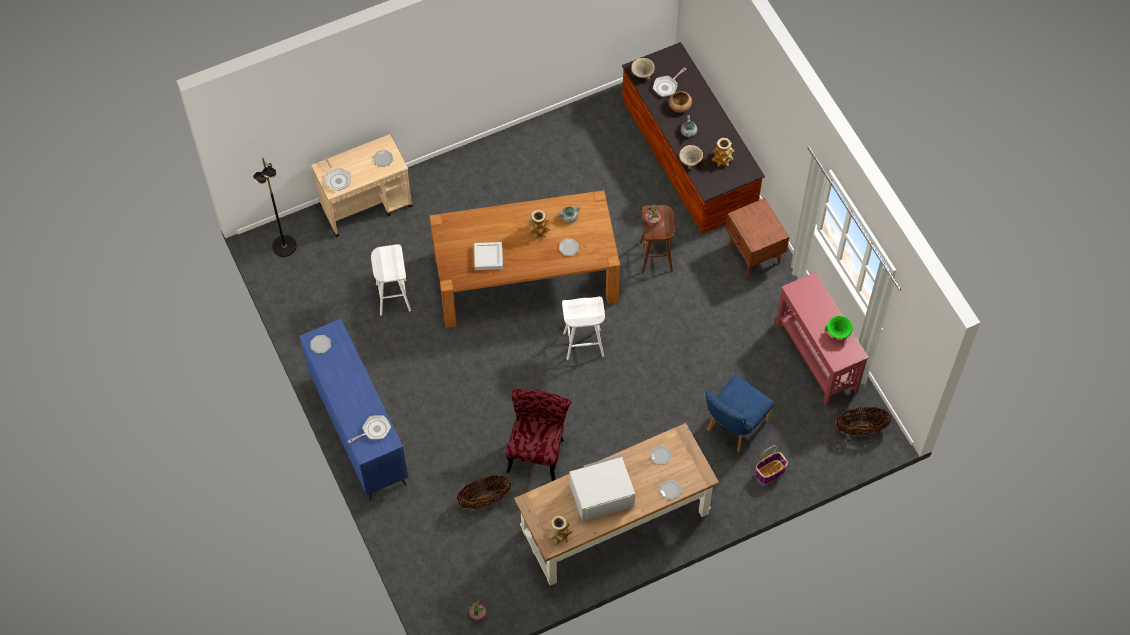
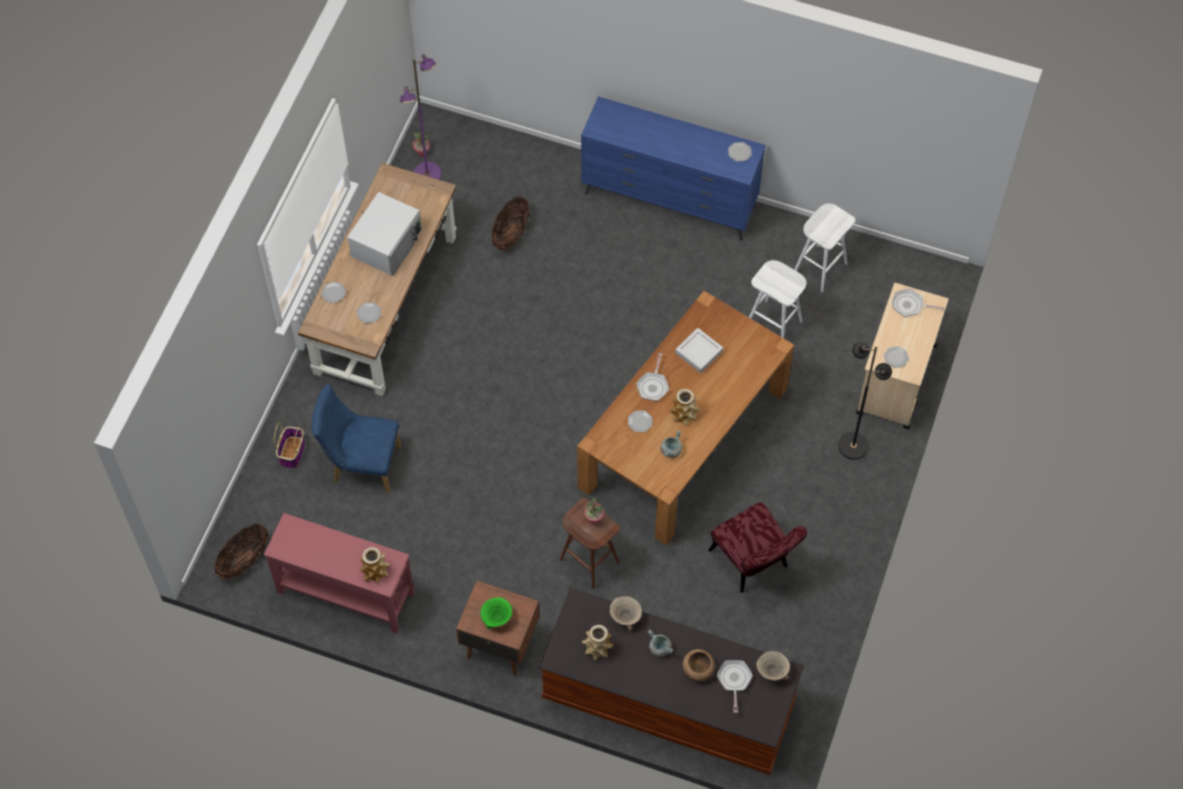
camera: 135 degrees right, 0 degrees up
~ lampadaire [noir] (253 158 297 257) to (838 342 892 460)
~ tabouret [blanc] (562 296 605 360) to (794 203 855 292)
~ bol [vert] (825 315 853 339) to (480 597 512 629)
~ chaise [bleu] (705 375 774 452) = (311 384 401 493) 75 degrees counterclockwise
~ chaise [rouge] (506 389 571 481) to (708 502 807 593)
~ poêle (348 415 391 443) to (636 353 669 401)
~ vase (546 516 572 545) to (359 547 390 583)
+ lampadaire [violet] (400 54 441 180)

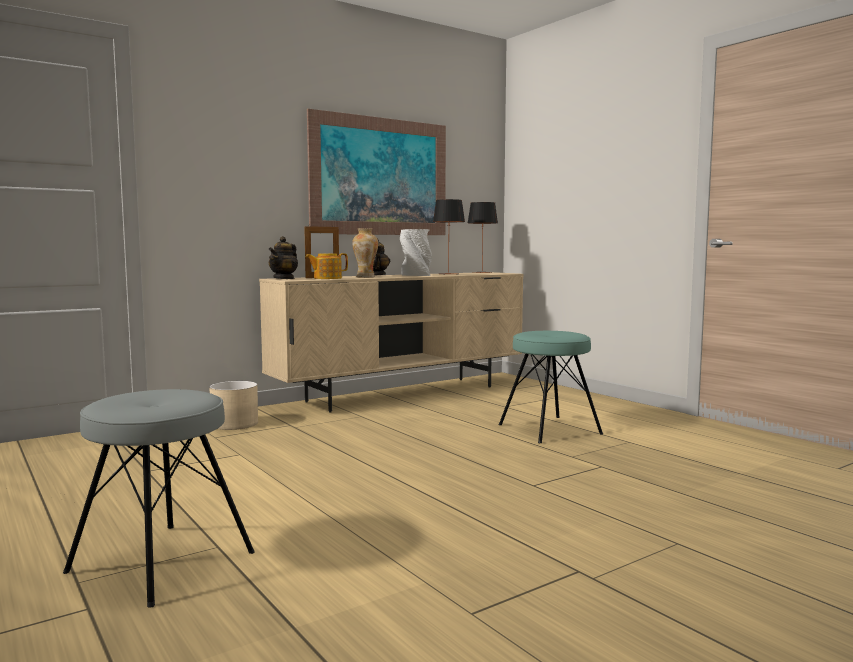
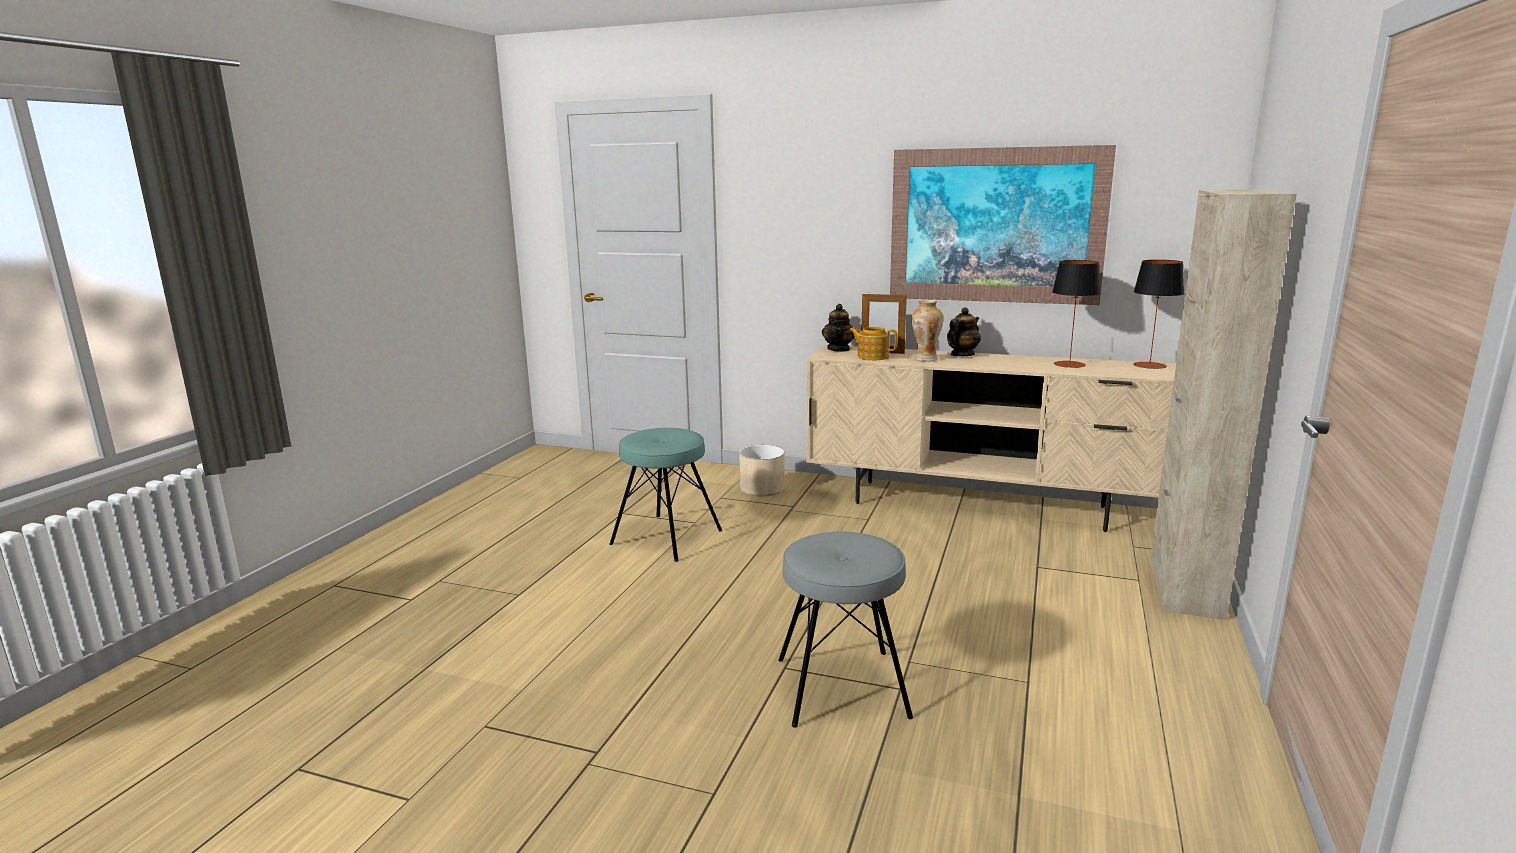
camera: 55 degrees right, 10 degrees up
- vase [gris] (400 229 432 276)
~ théière (269 236 298 279) = (822 304 854 352) 60 degrees counterclockwise
~ tabouret [turquoise] (499 331 603 443) to (609 428 722 562)
~ tabouret [gris] (63 389 255 608) to (778 531 913 728)
+ meuble de rangement [beige] (1151 189 1297 620)

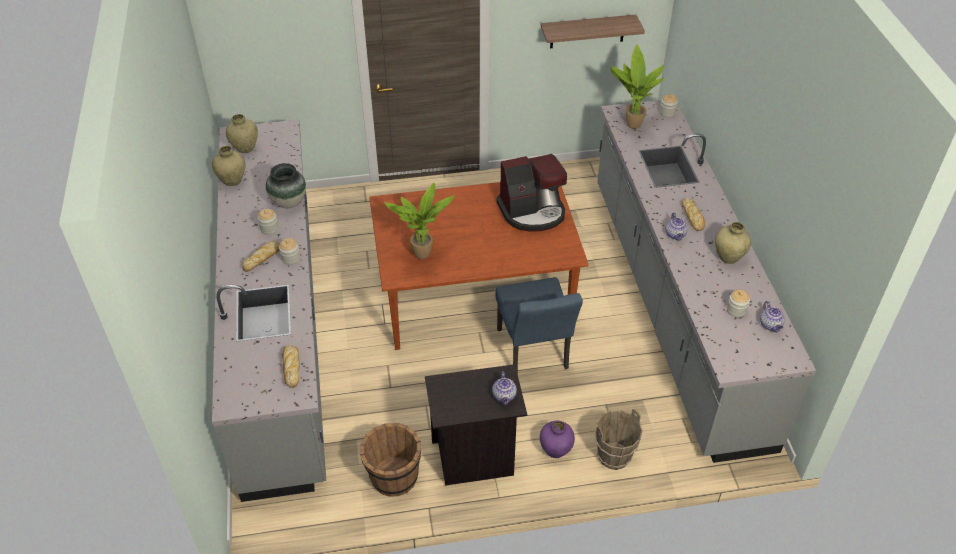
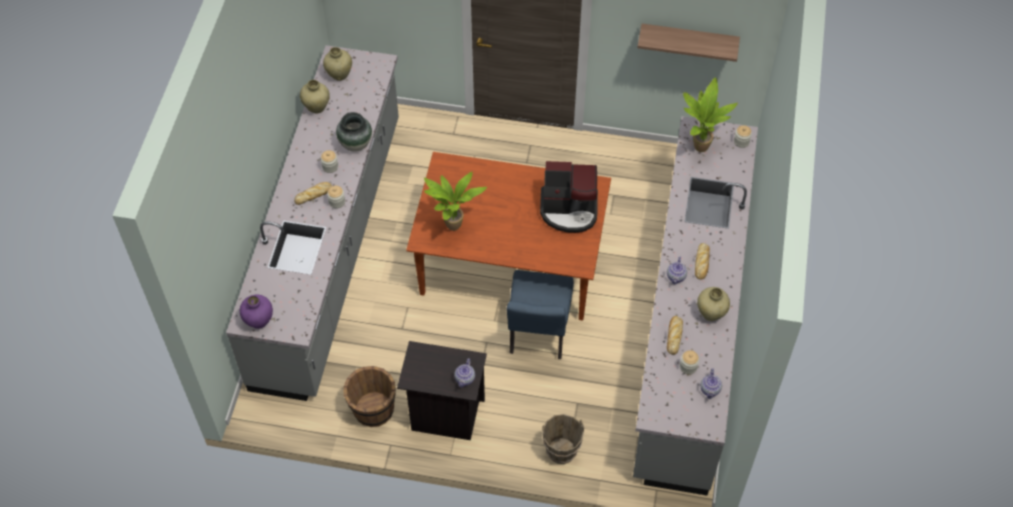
camera: 20 degrees right, 10 degrees up
~ pain (282 345 300 388) to (667 316 683 355)
~ vase [violet] (540 421 575 458) to (240 294 273 329)

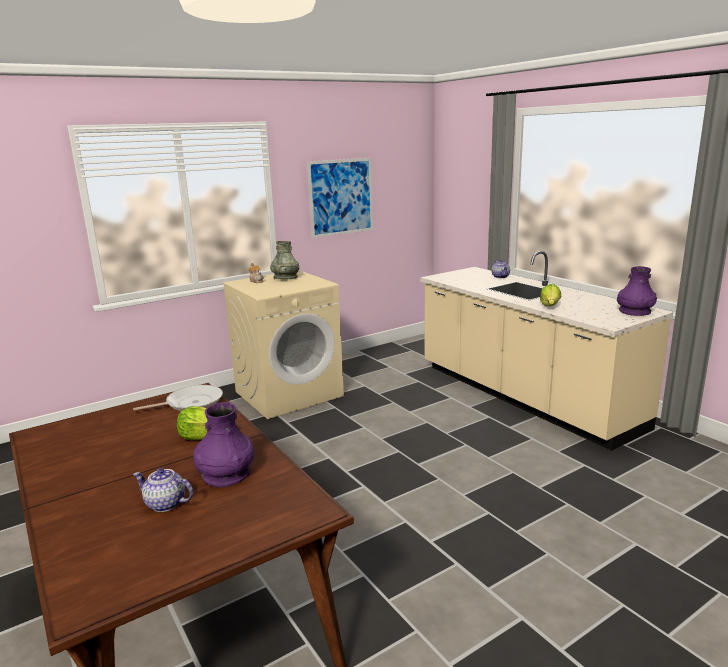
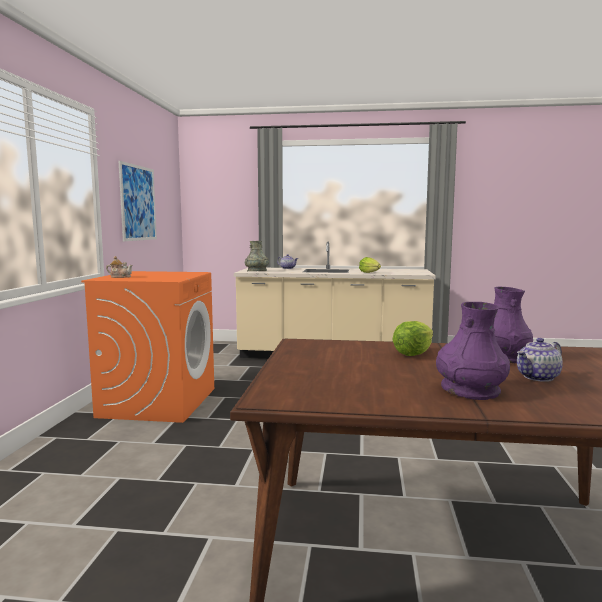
camera: 50 degrees left, 10 degrees down
~ vase [gris] (270 241 299 280) to (245 241 269 271)
~ vase [violet] (617 266 657 316) to (436 302 510 400)
~ lave-linge [beige] (222 270 344 419) to lave-linge [orange] (81 271 214 423)
- poêle (133 385 223 411)

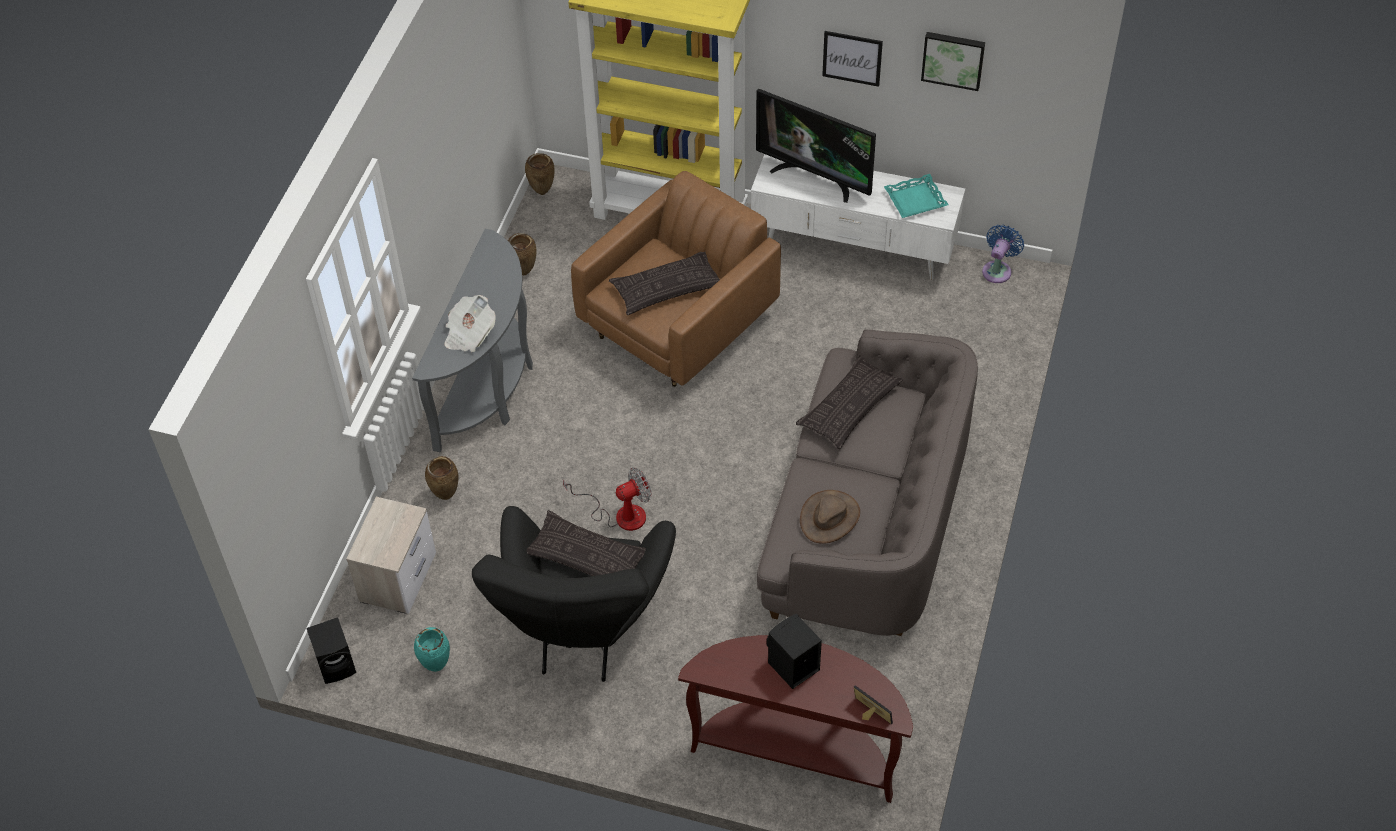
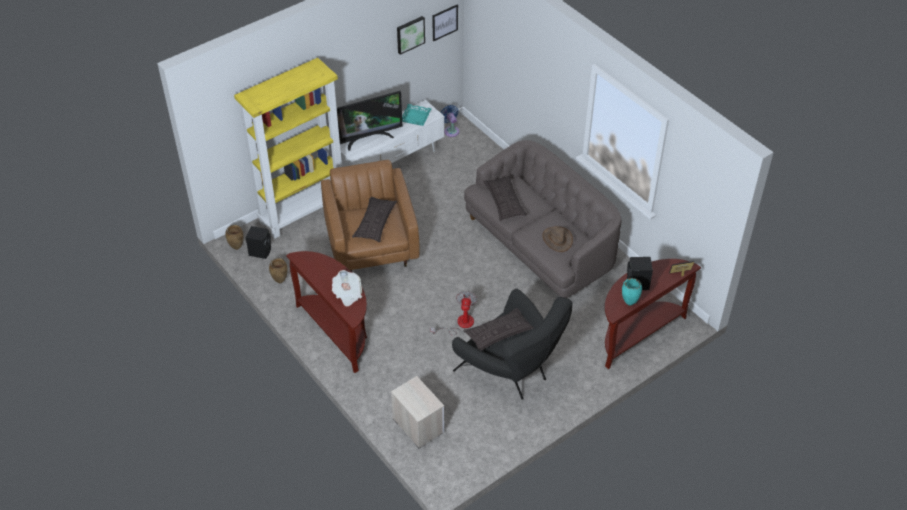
camera: 55 degrees left, 5 degrees down
~ tableau (822 31 883 87) to (432 4 458 42)
~ table console [gris] (412 229 533 452) to table console [marron] (286 251 367 373)
- vase [marron] (425 456 458 500)
~ enceinte [noir] (306 617 356 684) to (245 226 271 259)
~ vase [turquoise] (414 627 450 672) to (622 278 642 305)

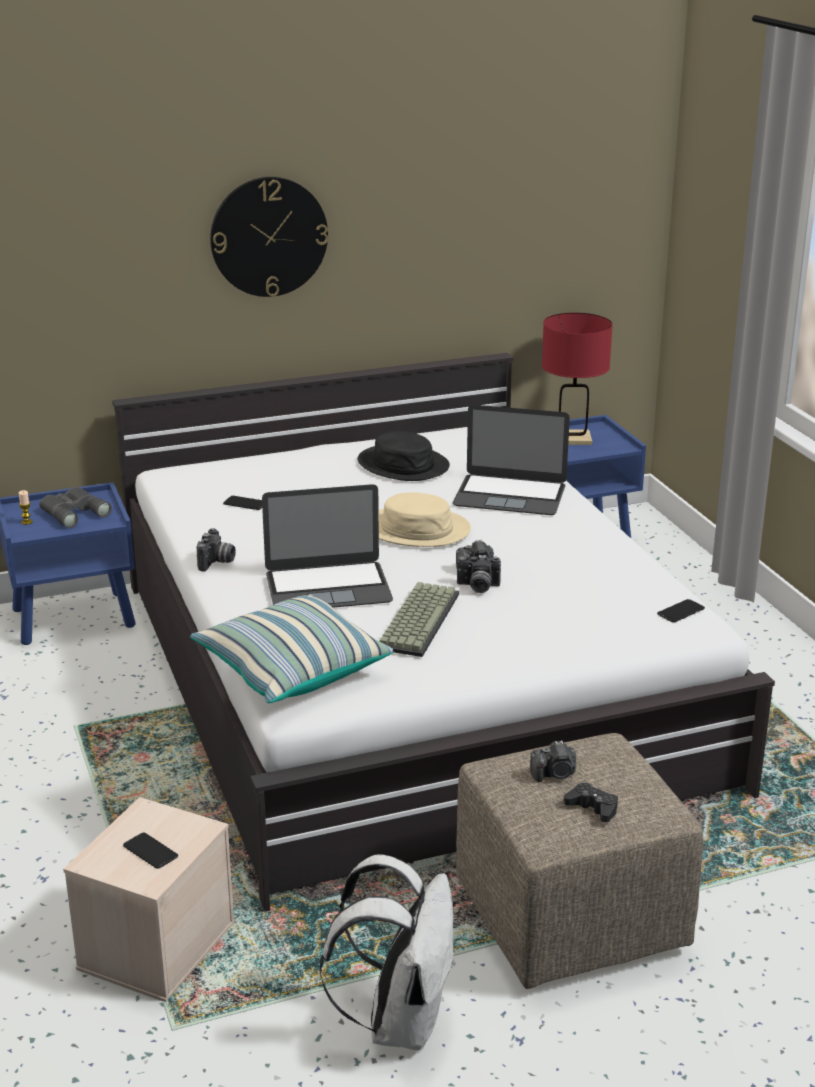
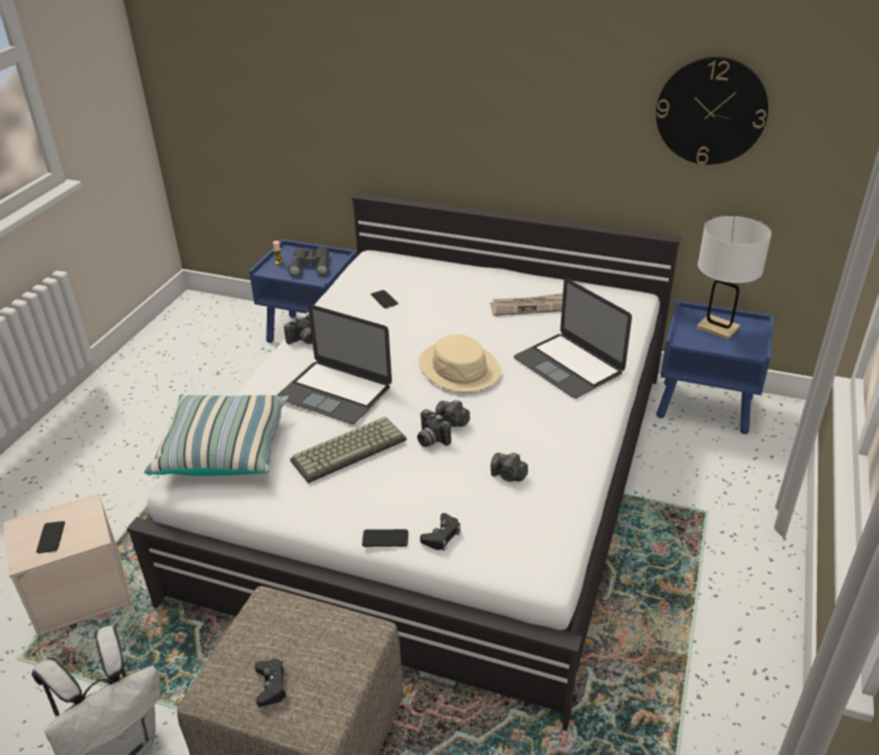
camera: 40 degrees right, 10 degrees up
~ horloge murale (210 177 328 297) to (656 57 768 165)
~ lampe de table [rouge] (542 313 613 445) to lampe de table [blanc] (696 215 772 340)
~ chapeau [noir] (358 431 450 481) to journal (490 293 563 316)
~ téléphone (657 599 705 622) to (362 529 408 547)
~ appareil photo (530 740 576 782) to (491 453 528 482)
+ manette [noir] (420 513 461 551)

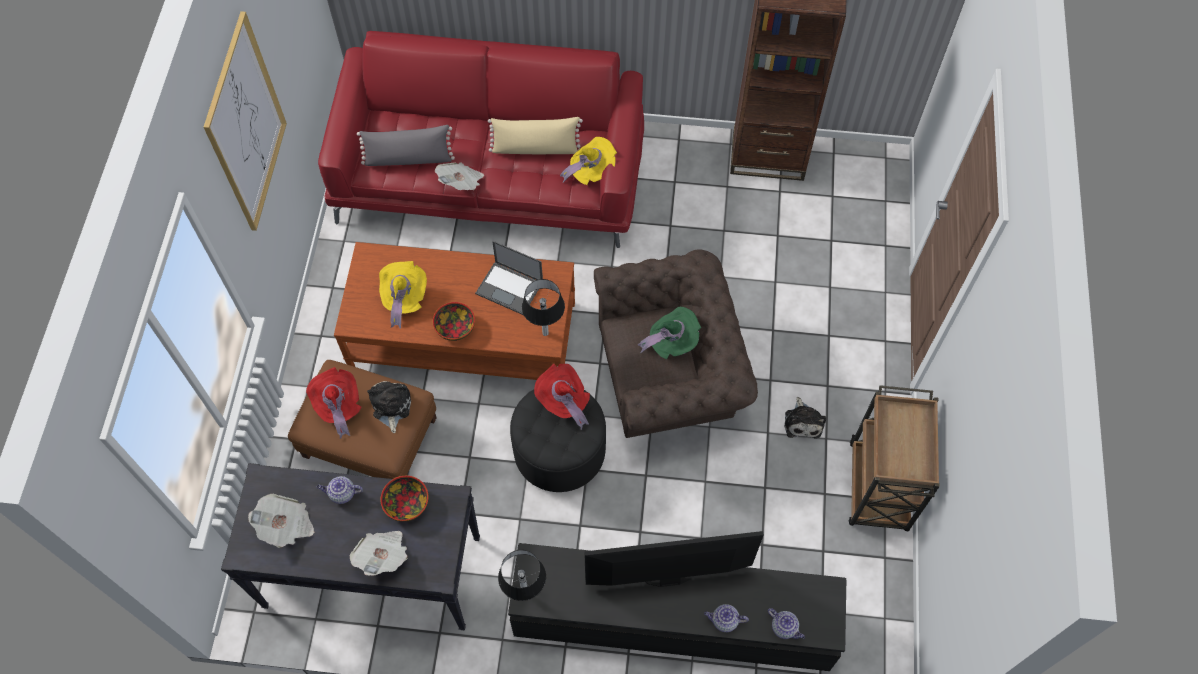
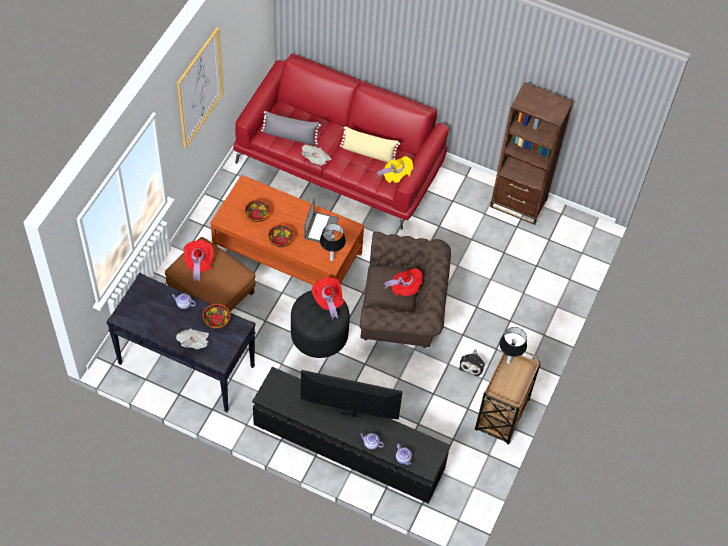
camera: 15 degrees right, 5 degrees down
~ ordinateur portable (475 241 543 315) = (304 198 339 243) 120 degrees counterclockwise
~ chapeau [jaune] (379 261 427 329) to bol (245 200 270 222)
~ chapeau [vert] (638 307 701 359) to chapeau [rouge] (384 268 423 296)
- peluche (367 381 411 433)
- journal (248 494 314 548)
~ lampe de table (498 550 546 601) to (499 327 527 364)

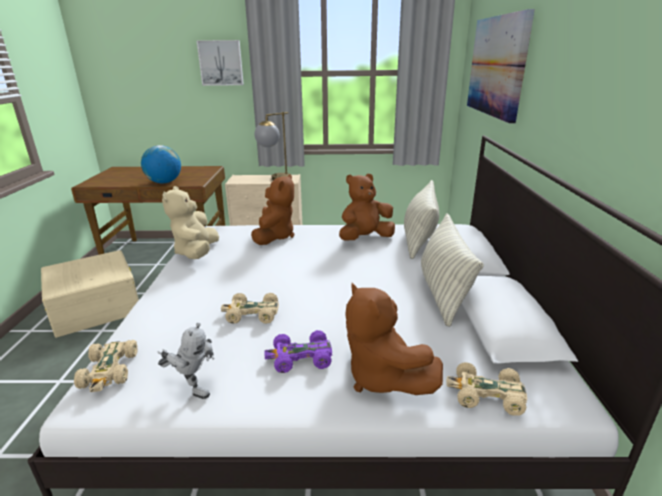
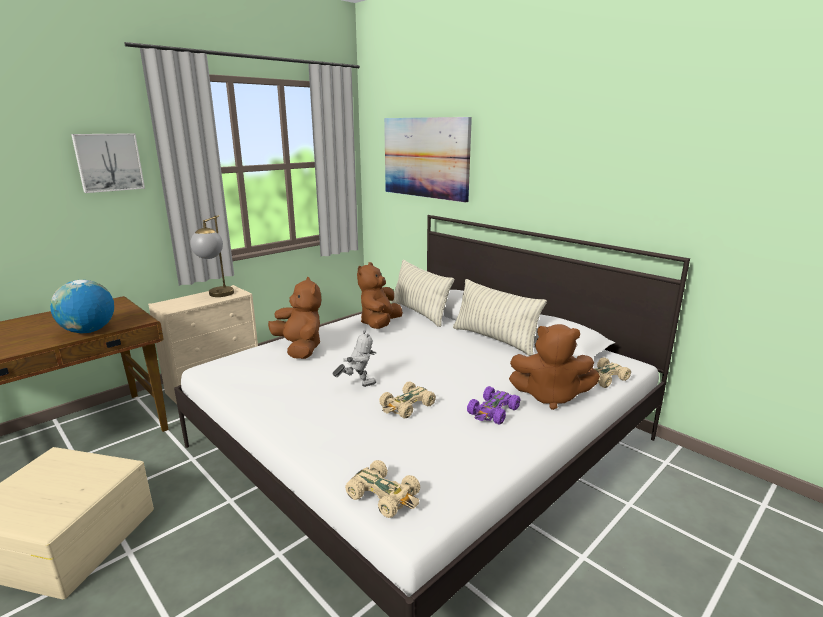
camera: 45 degrees left, 5 degrees down
- peluche [beige] (162 186 219 259)
~ robot jouet (157 323 214 399) to (333 330 377 387)

